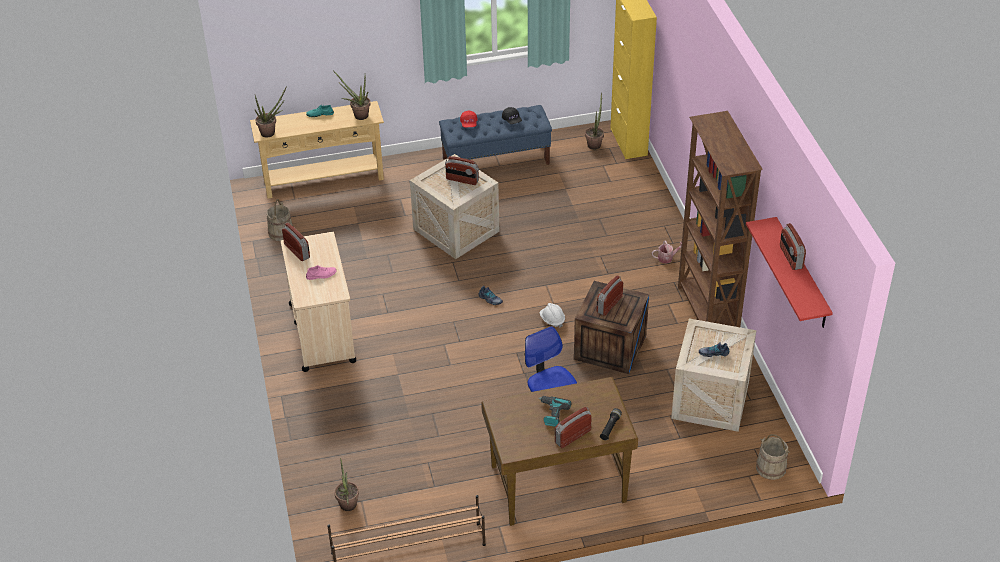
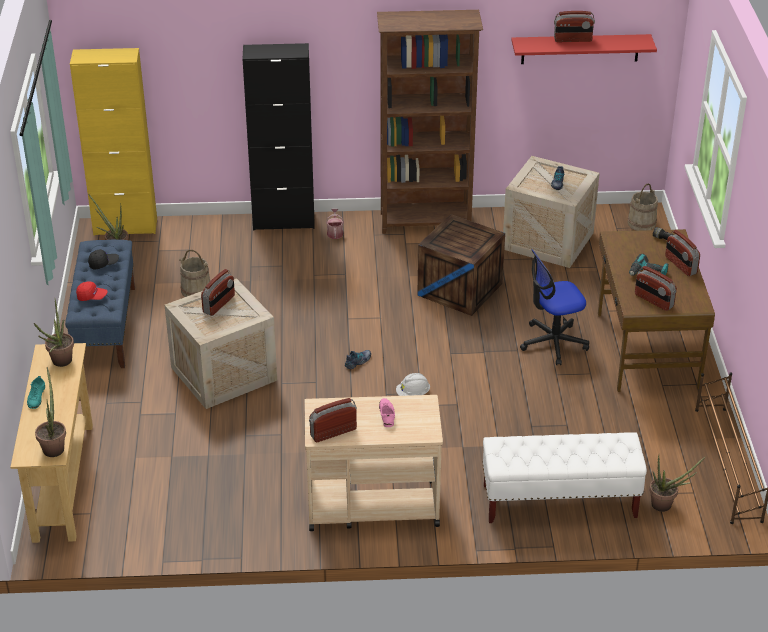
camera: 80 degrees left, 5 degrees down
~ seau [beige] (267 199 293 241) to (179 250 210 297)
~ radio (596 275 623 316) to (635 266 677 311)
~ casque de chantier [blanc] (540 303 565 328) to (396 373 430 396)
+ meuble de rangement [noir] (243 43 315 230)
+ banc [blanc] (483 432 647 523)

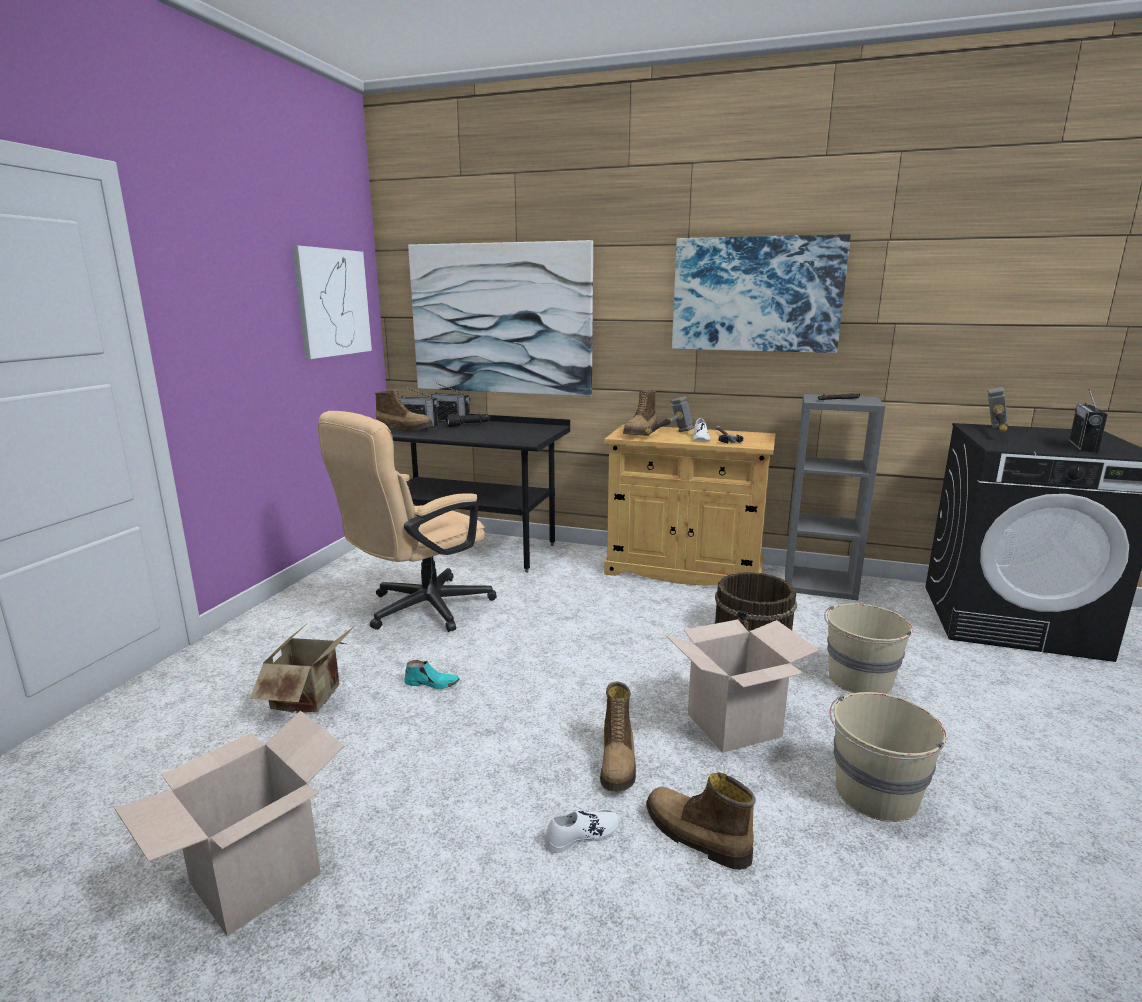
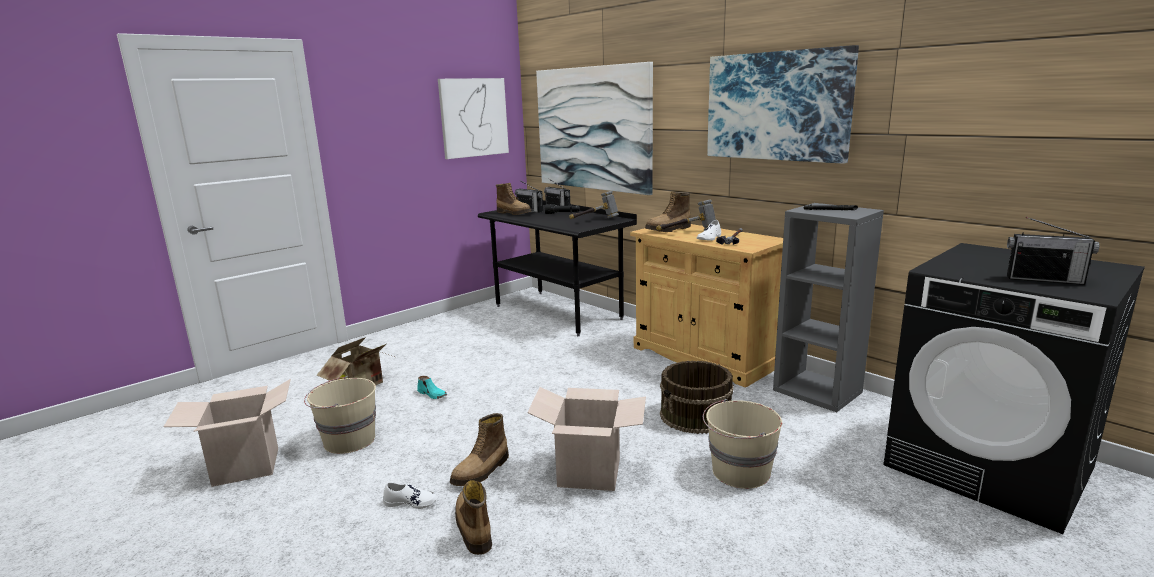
camera: 30 degrees right, 0 degrees up
~ marteau (987 387 1008 432) to (569 191 619 219)
~ radio (1069 389 1108 452) = (1007 217 1100 285) 120 degrees counterclockwise
- chaise de bureau [beige] (318 411 497 632)
~ seau [beige] (829 692 947 822) to (304 376 376 454)

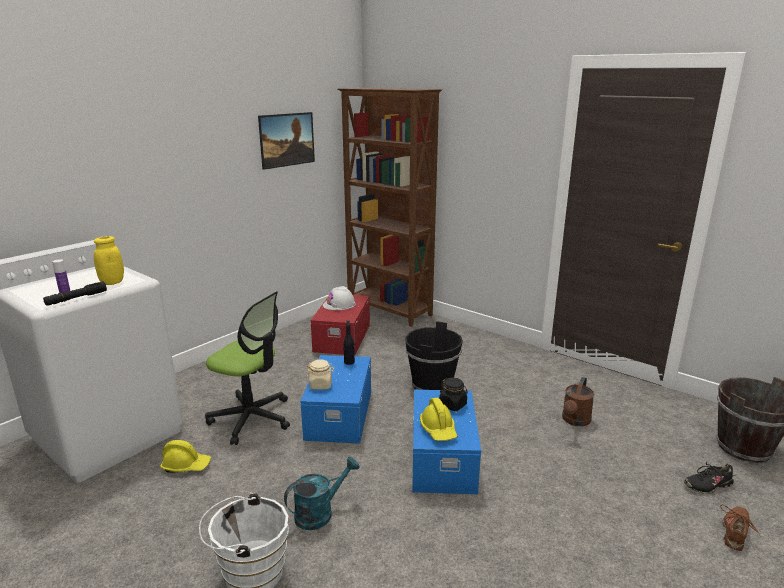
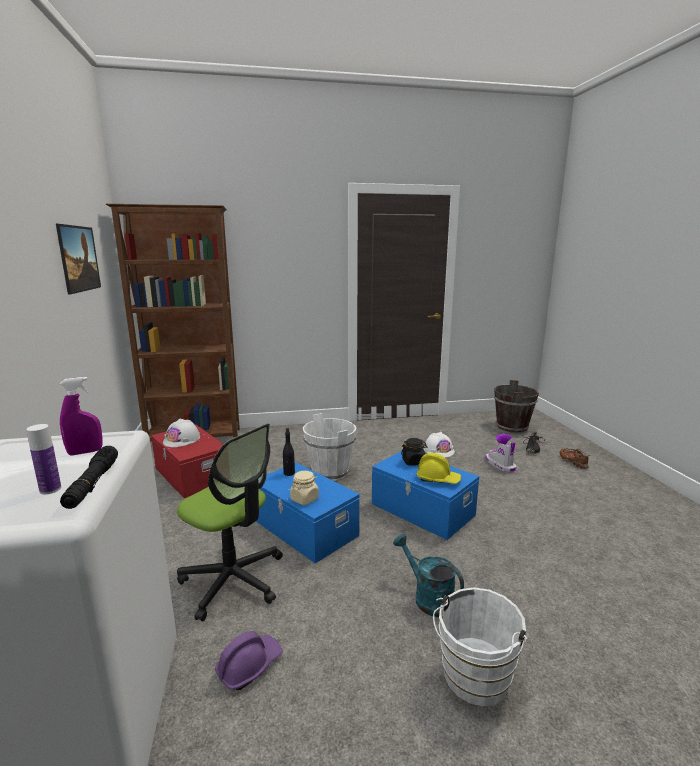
camera: 50 degrees left, 5 degrees down
~ bocal [jaune] (94 236 124 285) to vaporisateur [violet] (60 377 103 455)
~ chaise de bureau (205 291 290 445) = (177 423 283 621) 60 degrees clockwise
~ seau [noir] (405 321 463 390) to seau [blanc] (303 413 356 481)
~ arrosoir [marron] (562 377 595 426) to casque de chantier [blanc] (424 432 455 457)
~ casque de chantier [jaune] (160 440 211 473) to casque de chantier [violet] (215 631 282 690)
~ arrosoir [turquoise] (284 457 360 530) = (393 534 464 617) 45 degrees counterclockwise
+ botte (485 434 517 473)

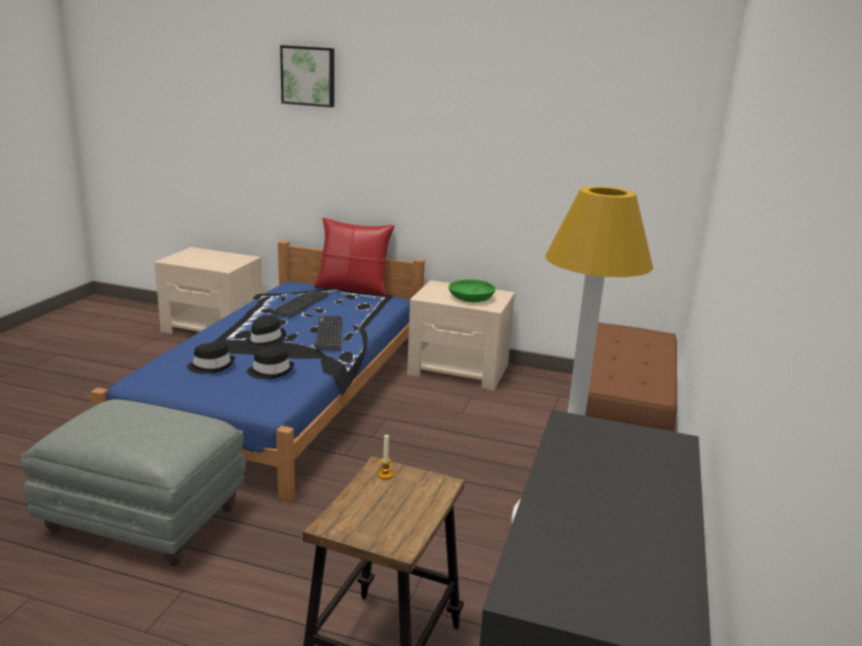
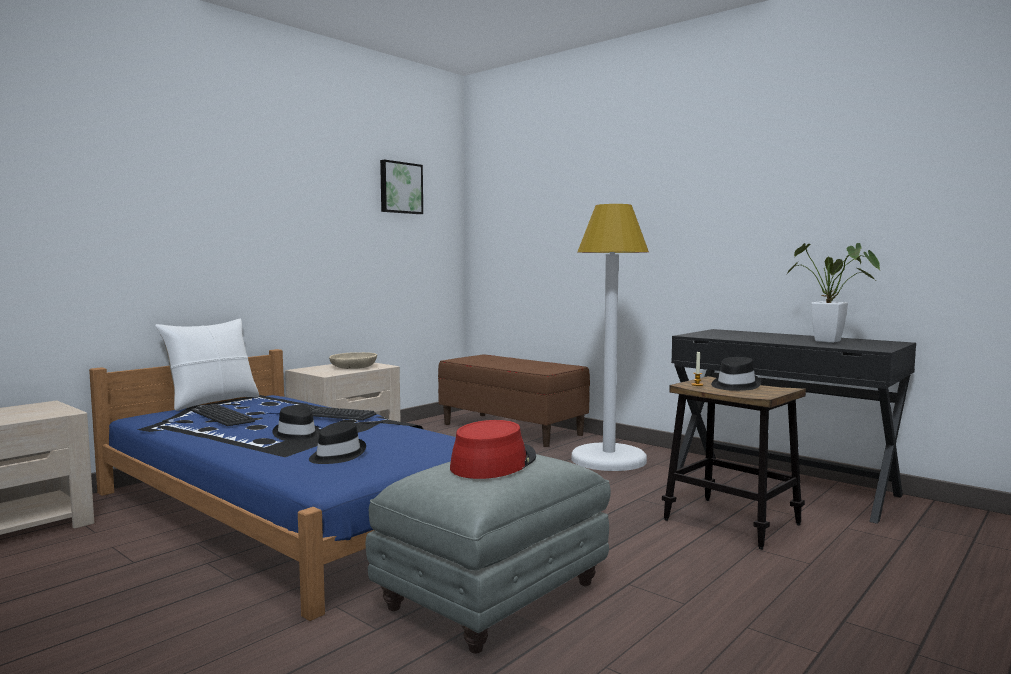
camera: 65 degrees left, 15 degrees down
~ tableau (280 45 334 107) to (380 159 423 214)
~ coussin [rouge] (314 218 394 297) to coussin [blanc] (155 319 259 411)
~ bol [vert] (449 279 496 302) to bol [beige] (329 352 377 369)
~ chapeau [noir] (247 347 294 379) to (711 357 761 391)
+ plante en pot (787 243 880 343)
+ chapeau [rouge] (450 420 536 479)

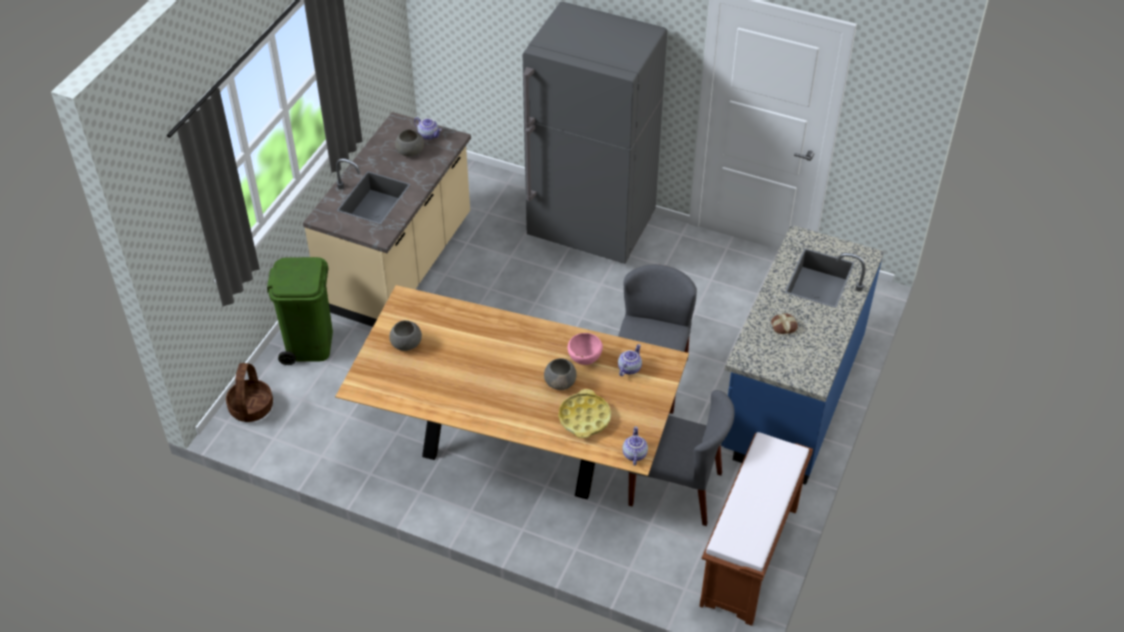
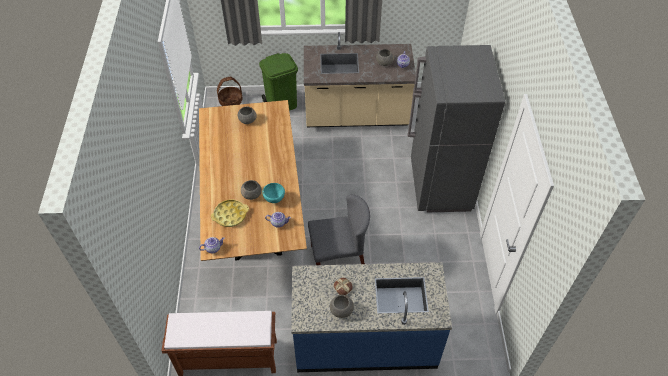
camera: 65 degrees right, 5 degrees up
~ bol [rose] (568 333 603 365) to bol [turquoise] (262 183 285 203)
- chaise [gris] (628 390 734 526)
+ bol [gris] (330 295 354 318)

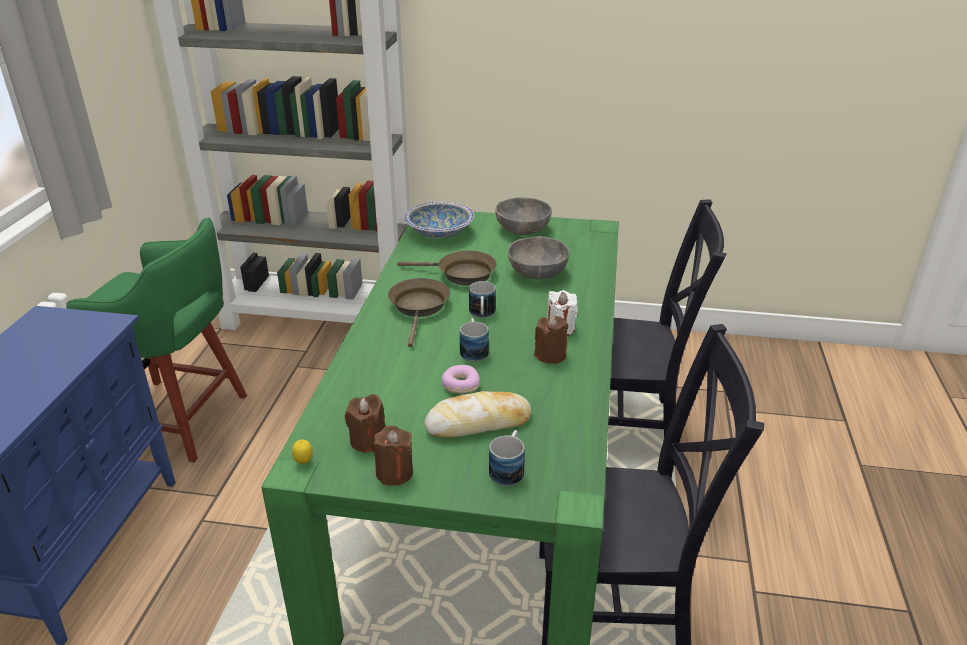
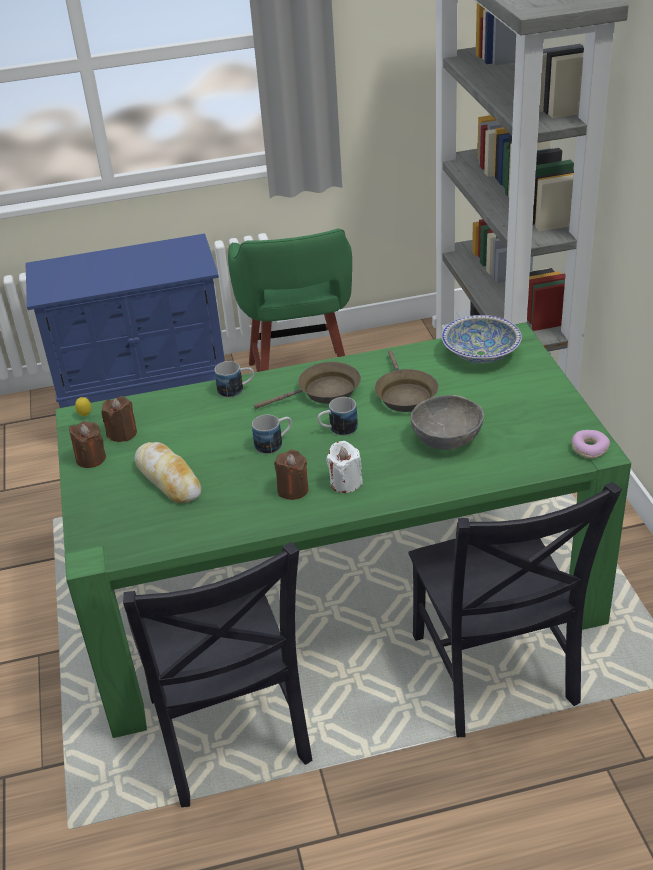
camera: 70 degrees right, 5 degrees up
- bol [gris] (495 197 552 235)
~ beignet (442 365 480 394) to (572 430 610 459)
~ mug (489 430 525 486) to (214 361 254 398)

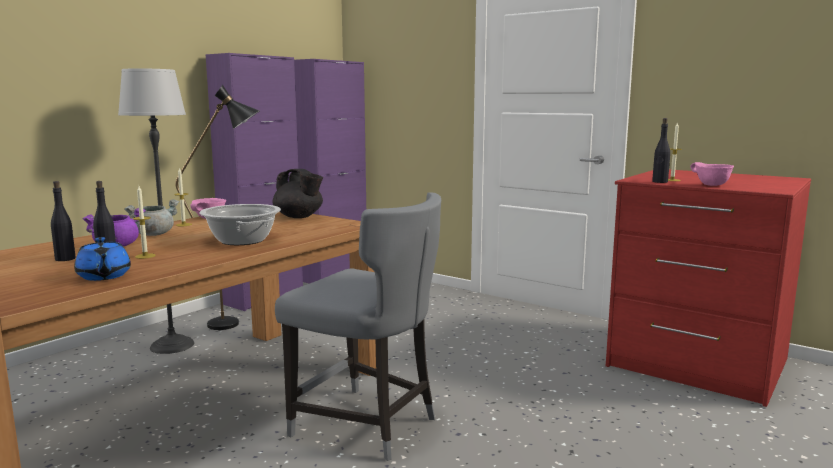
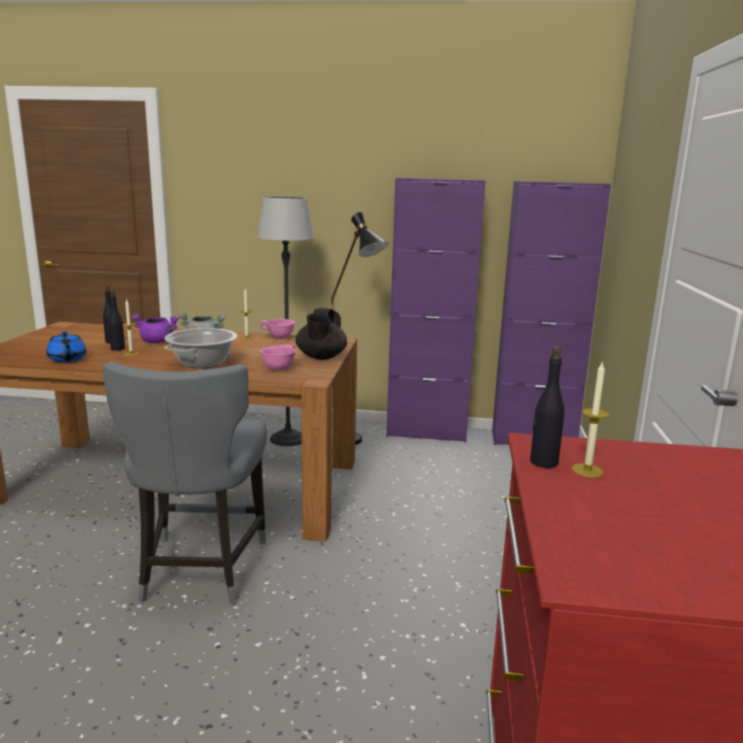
camera: 60 degrees right, 5 degrees up
~ bol [rose] (690 162 734 186) to (260 344 296 370)
~ théière [bleu] (74 237 131 281) = (46 331 86 363) 60 degrees counterclockwise

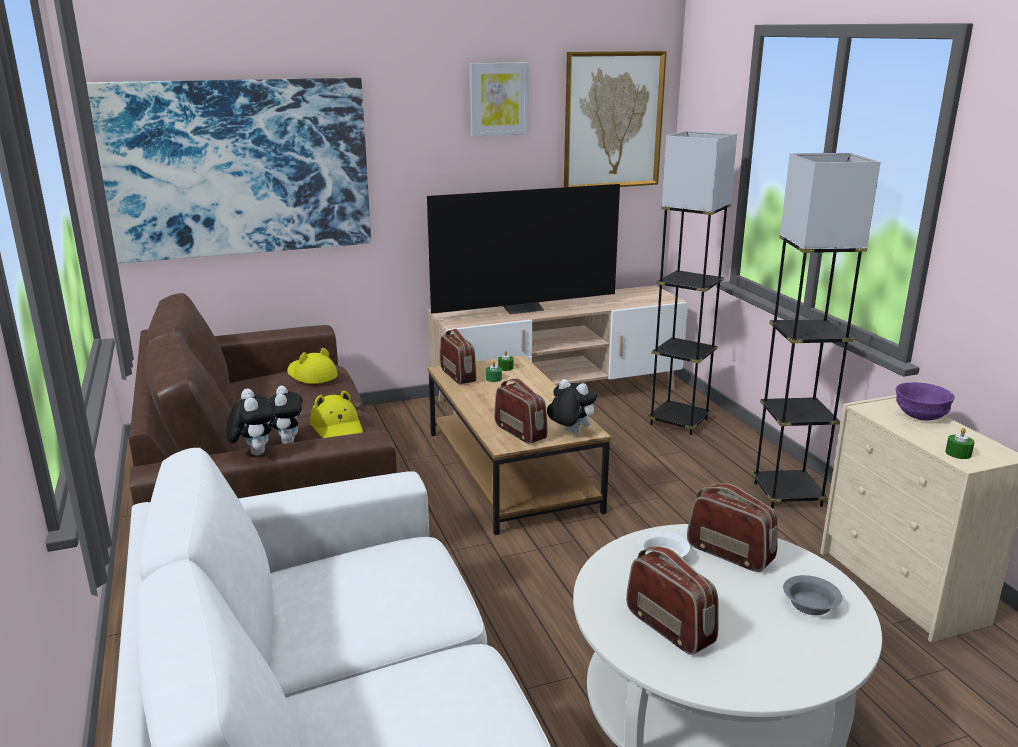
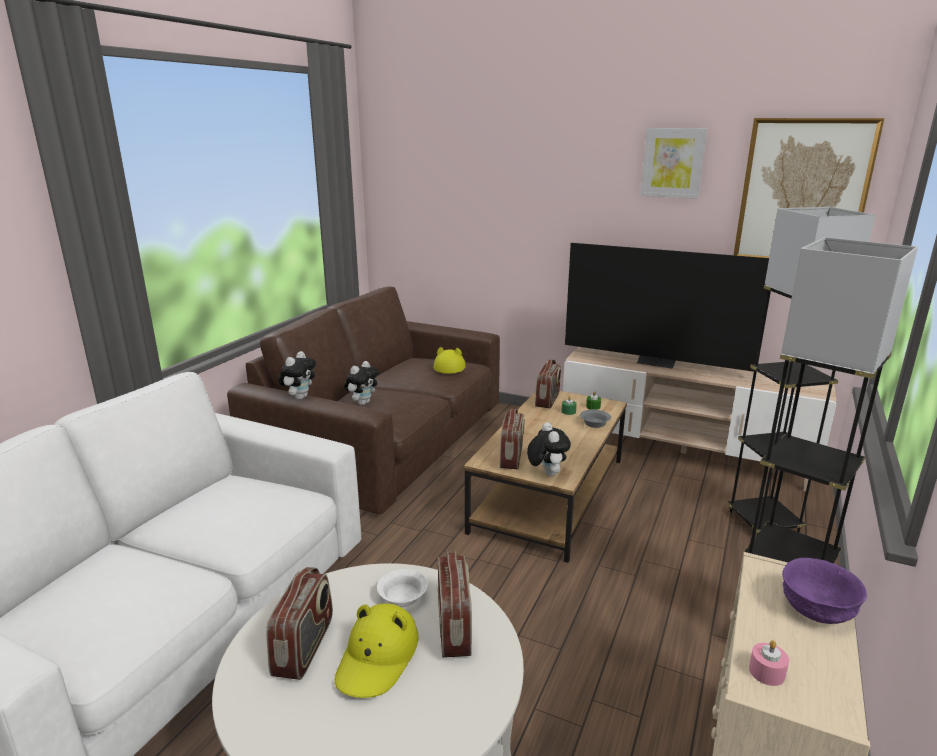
camera: 45 degrees right, 0 degrees up
- tableau (86 78 371 263)
~ chapeau [jaune] (310 391 363 438) to (335 603 418 698)
~ bougie [vert] (945 428 975 459) to bougie [rose] (749 640 789 686)
~ bol [gris] (783 575 842 615) to (580 410 611 428)

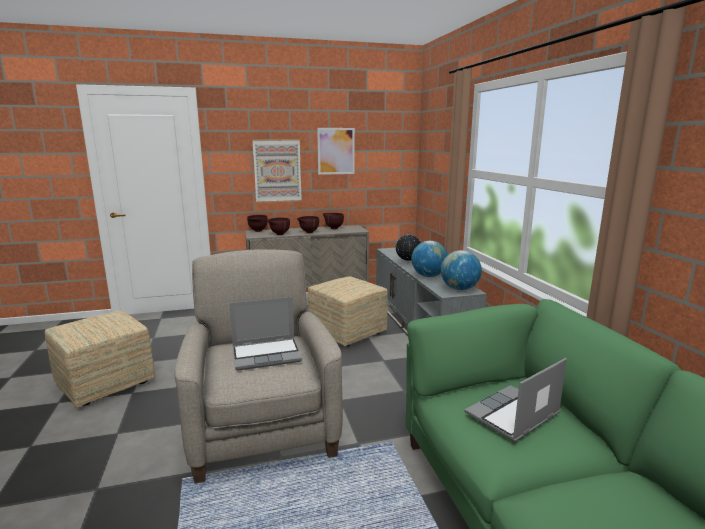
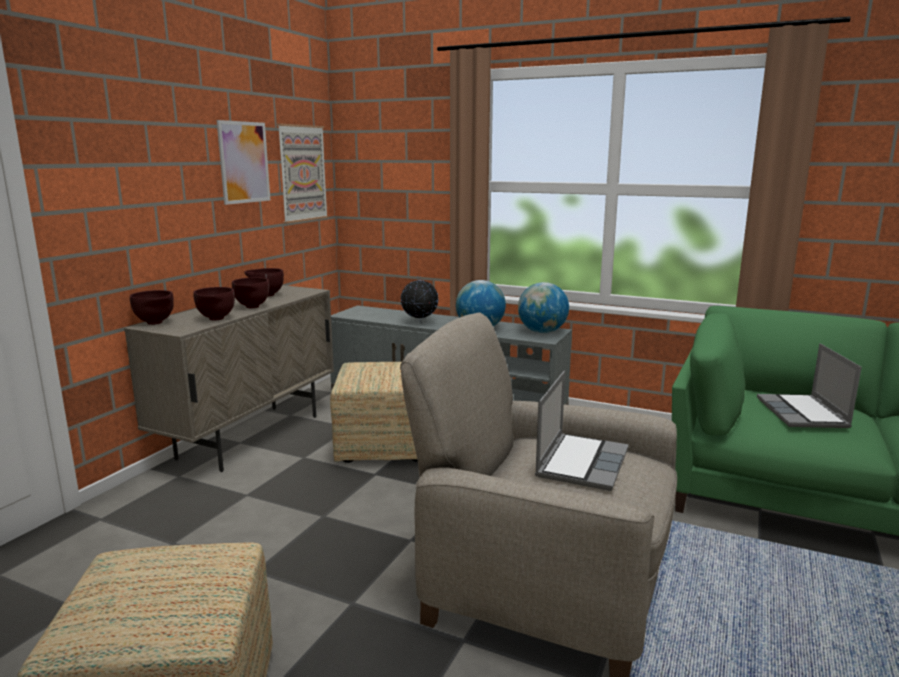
camera: 50 degrees left, 0 degrees up
~ tableau (252 139 302 203) to (277 124 329 224)

